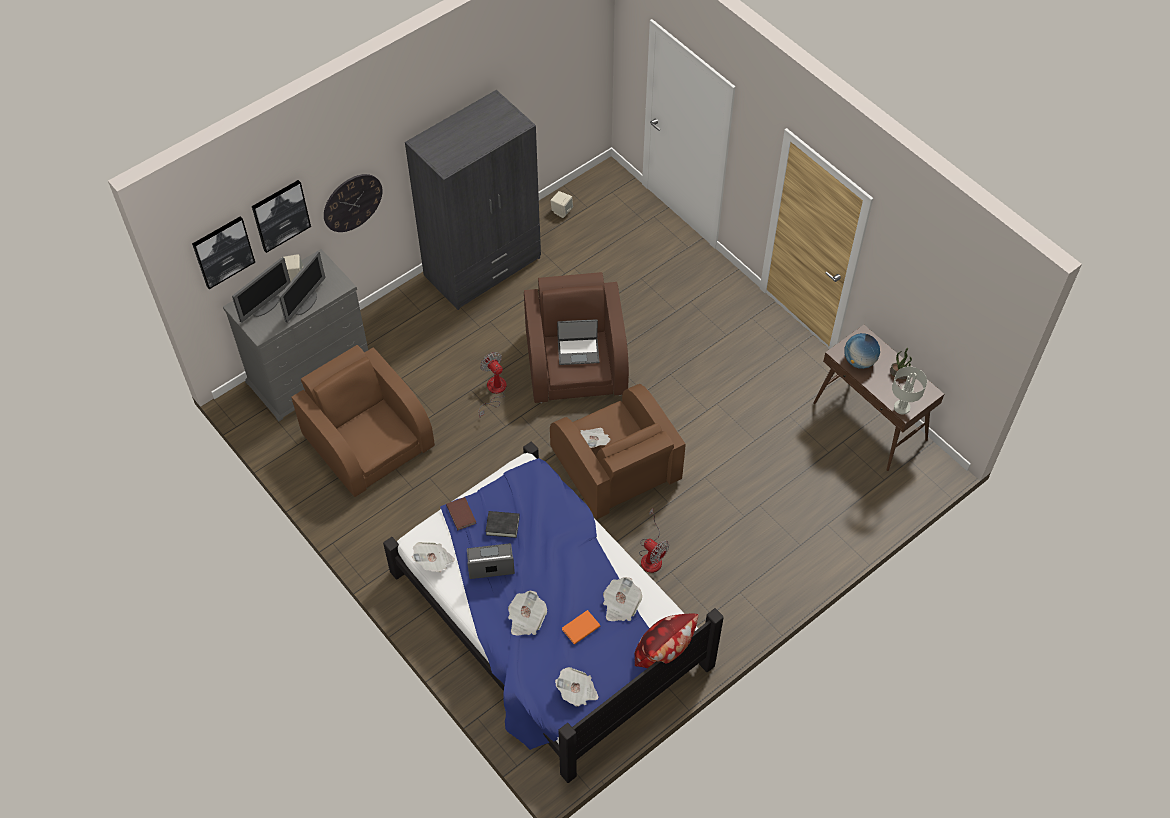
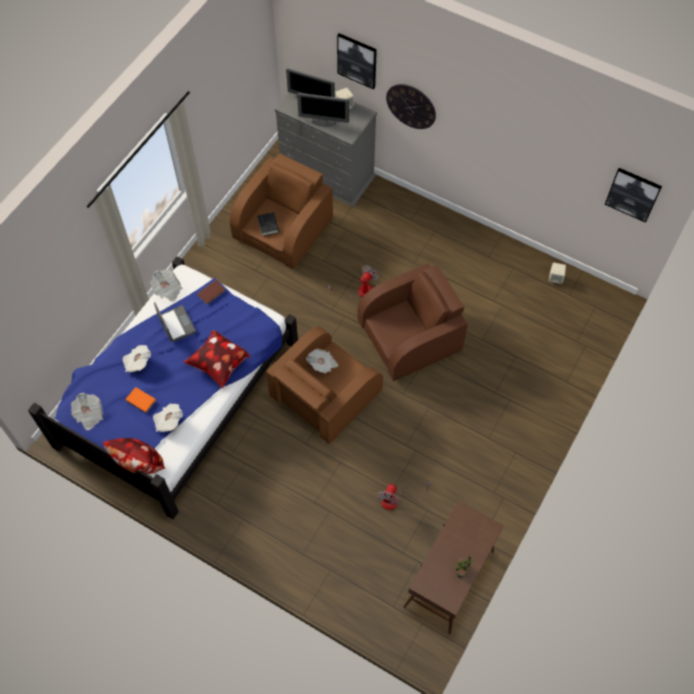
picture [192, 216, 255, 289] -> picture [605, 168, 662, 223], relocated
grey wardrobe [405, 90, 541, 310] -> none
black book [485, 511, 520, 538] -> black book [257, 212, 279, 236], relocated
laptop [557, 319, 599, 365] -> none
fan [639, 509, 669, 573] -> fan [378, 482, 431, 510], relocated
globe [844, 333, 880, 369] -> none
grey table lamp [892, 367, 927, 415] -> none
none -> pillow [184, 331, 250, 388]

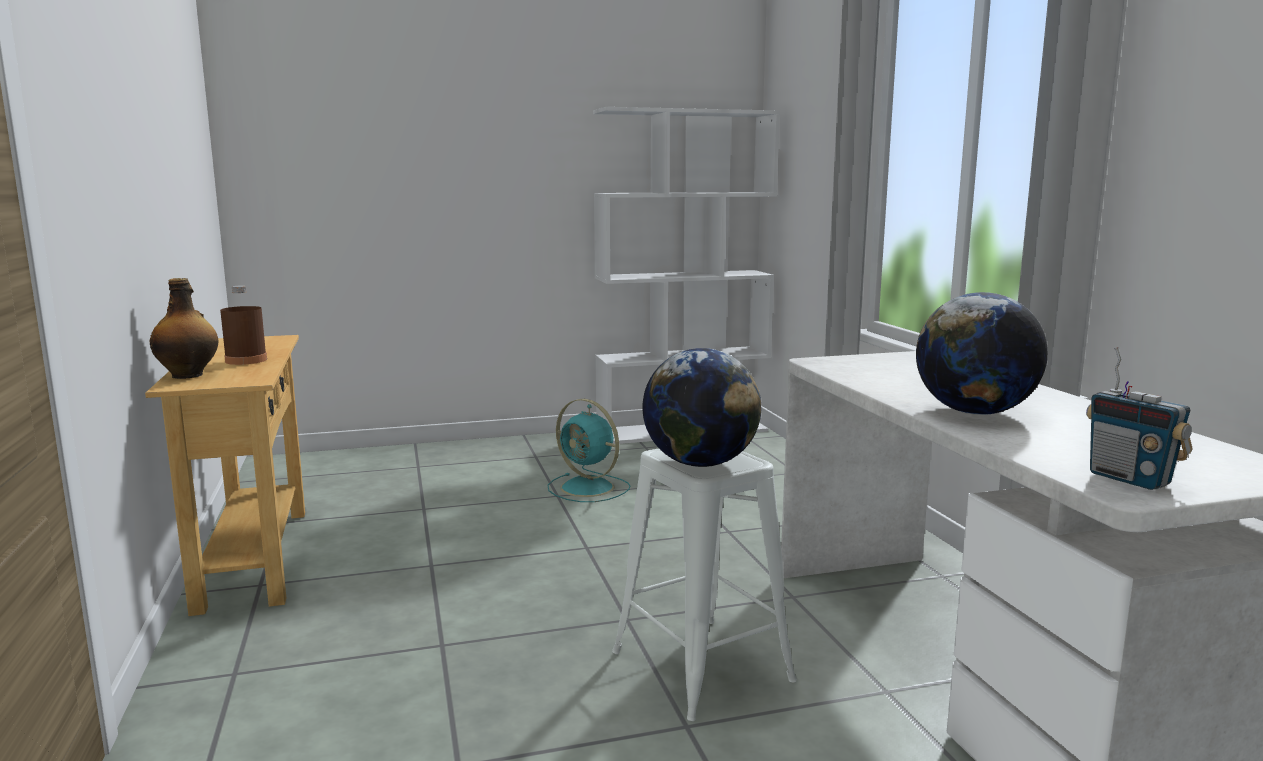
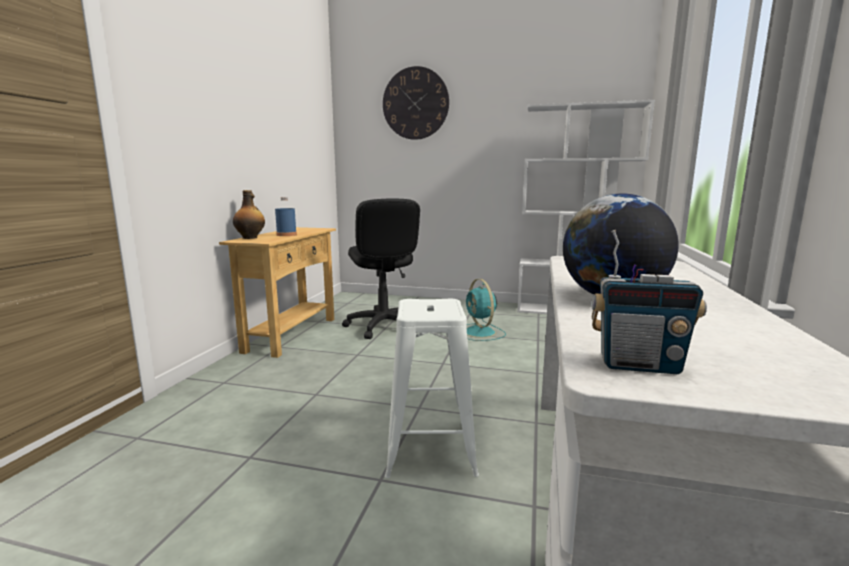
brown bottle [220, 286, 267, 365] -> blue bottle [275, 197, 297, 236]
globe [642, 348, 761, 467] -> none
radio [1086, 347, 1192, 490] -> radio [592, 230, 707, 374], 75 degrees counterclockwise
none -> black office chair [342, 198, 420, 339]
none -> wall clock [383, 66, 449, 140]

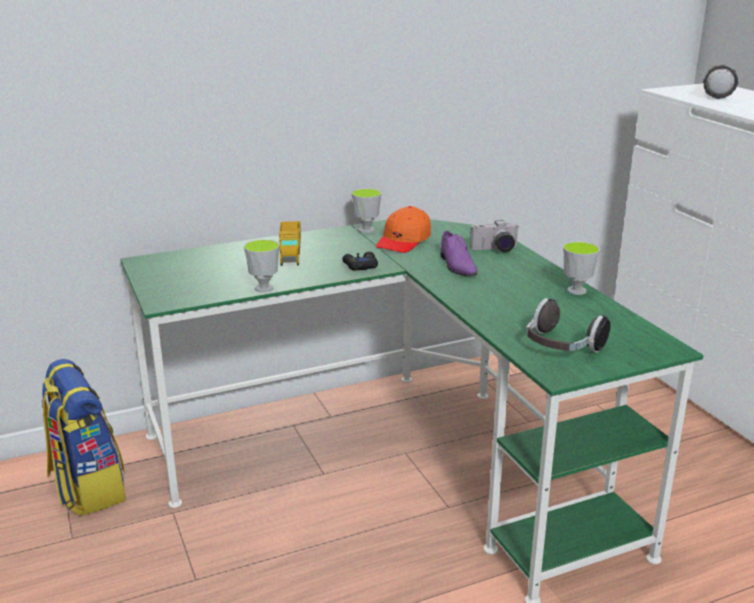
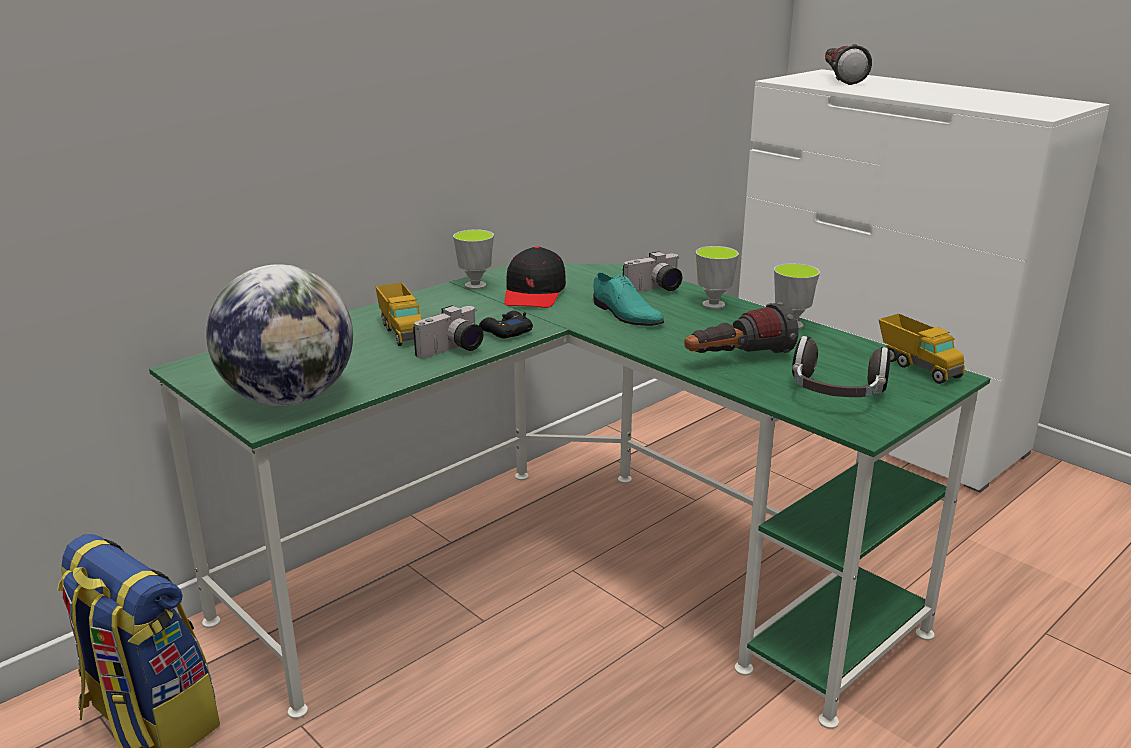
cup [244, 239, 279, 292] -> cup [696, 246, 739, 309], relocated
orange cap [376, 206, 431, 253] -> black cap [505, 246, 566, 308]
purple shoe [440, 231, 477, 276] -> turquoise shoe [593, 272, 664, 326]
none -> globe [206, 264, 353, 406]
none -> photo camera [413, 305, 483, 359]
none -> flashlight [684, 301, 798, 353]
none -> toy truck [878, 314, 965, 384]

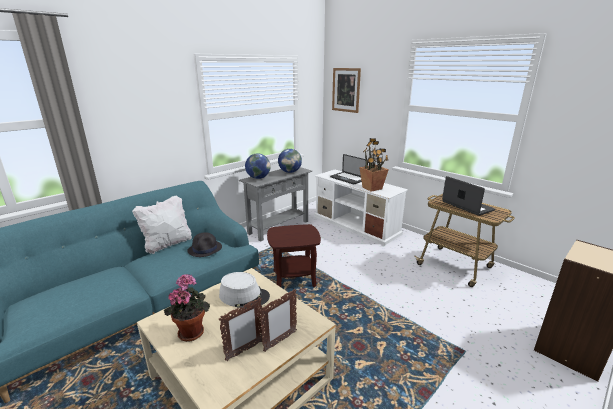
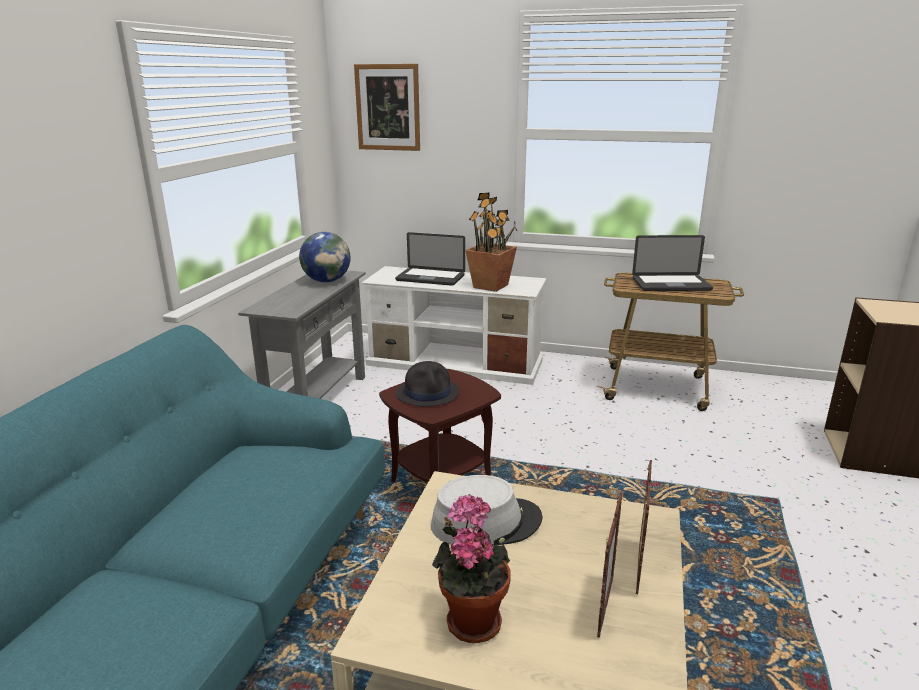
white pillow [132, 196, 192, 254] -> none
black hat [187, 232, 222, 257] -> black hat [396, 361, 460, 407], relocated
globe [245, 153, 271, 179] -> none
laptop [442, 176, 495, 216] -> laptop [632, 235, 713, 291], 150 degrees clockwise

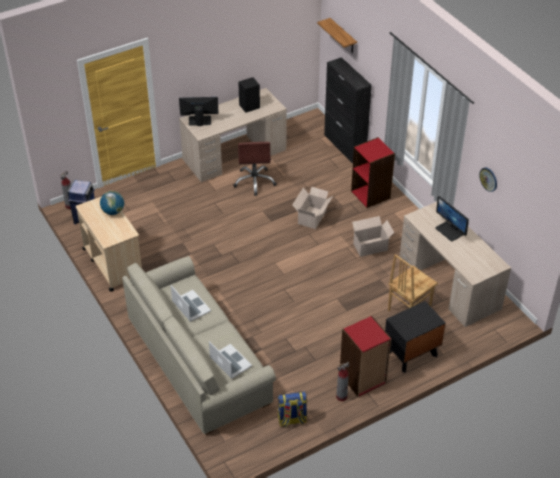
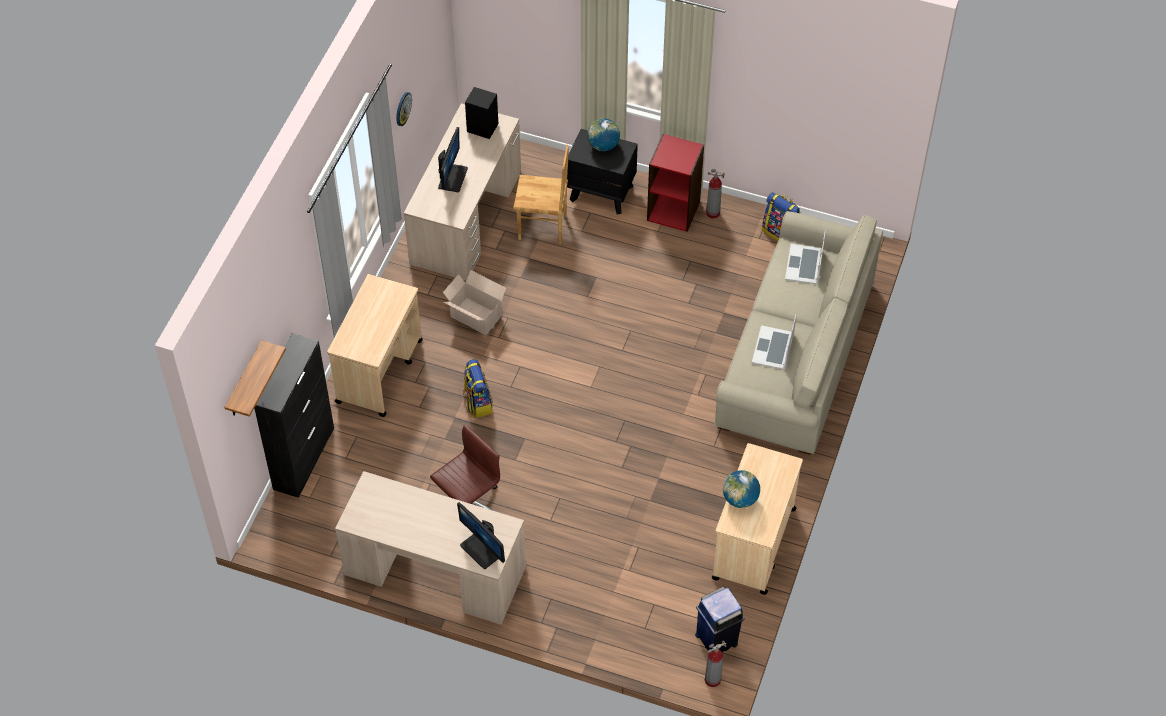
black speaker [238, 77, 260, 113] -> black speaker [465, 87, 498, 139], relocated
cardboard box [292, 187, 333, 229] -> backpack [463, 359, 493, 418]
red bookcase [351, 137, 395, 208] -> beige cart [327, 274, 423, 417]
none -> globe [587, 118, 620, 151]

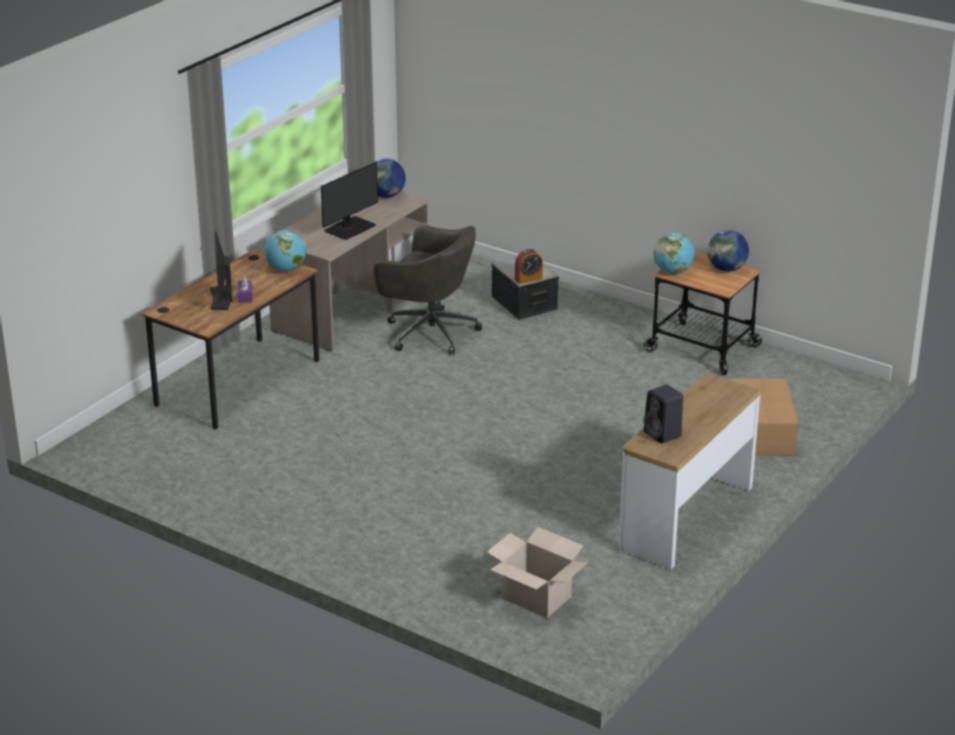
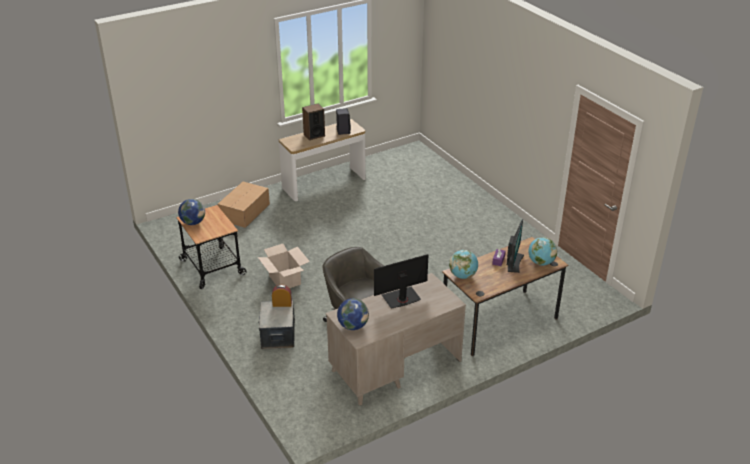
cardboard box [487, 527, 588, 618] -> cardboard box [258, 244, 310, 288], relocated
globe [654, 233, 695, 274] -> globe [528, 237, 557, 266], relocated
none -> speaker [302, 104, 325, 140]

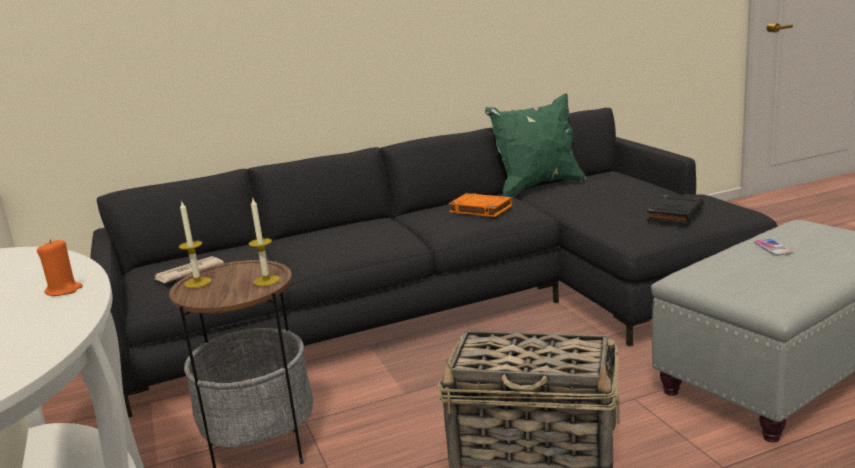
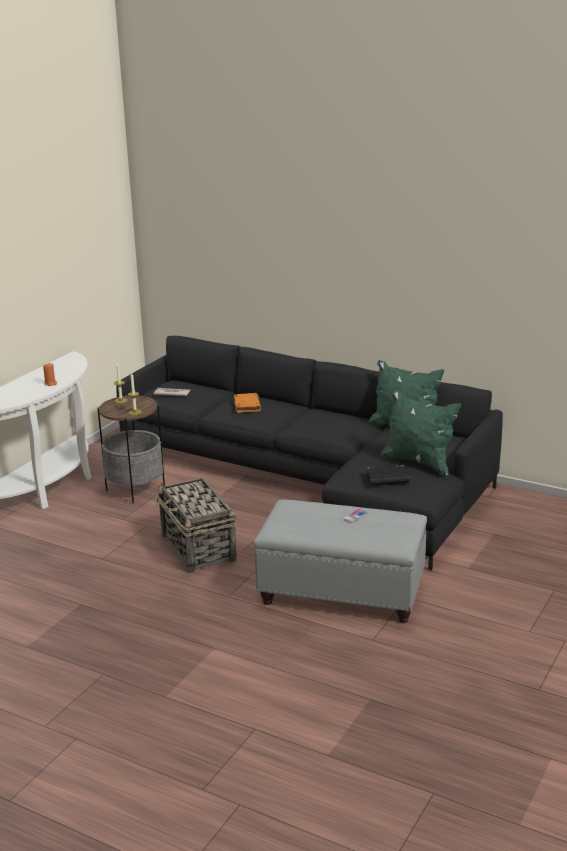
orange book [449, 193, 512, 217] -> orange book [234, 393, 261, 413], relocated
none -> green pillow [380, 389, 461, 476]

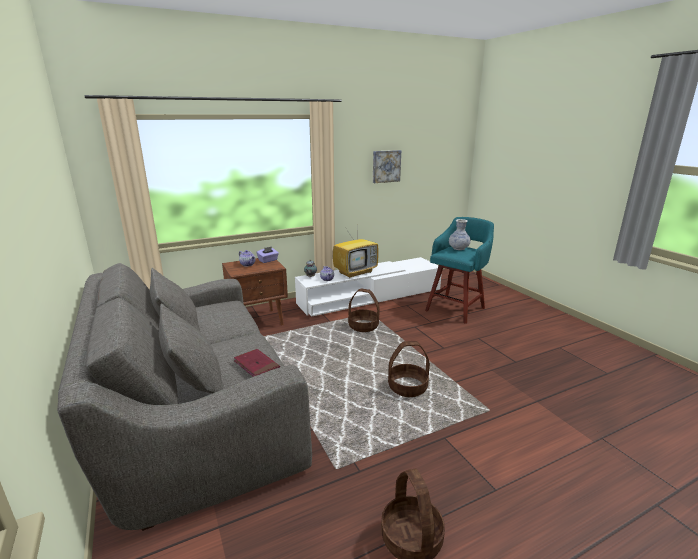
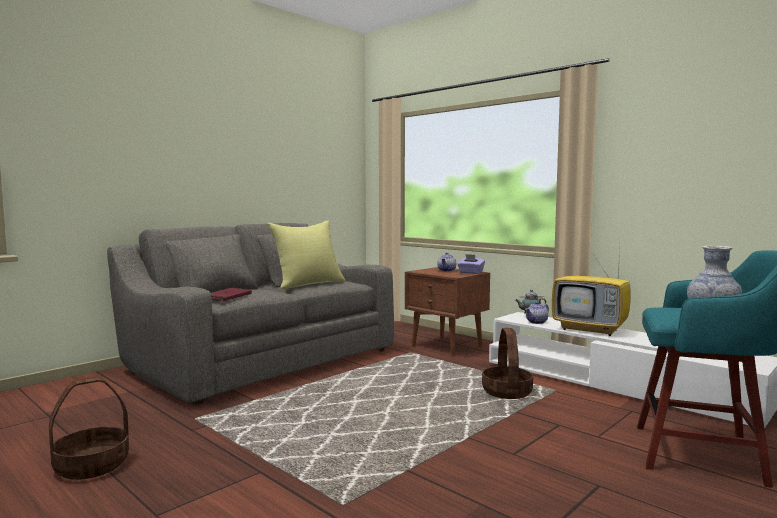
picture [373, 150, 401, 183] -> none
basket [388, 341, 430, 397] -> none
none -> yellow pillow [267, 220, 345, 289]

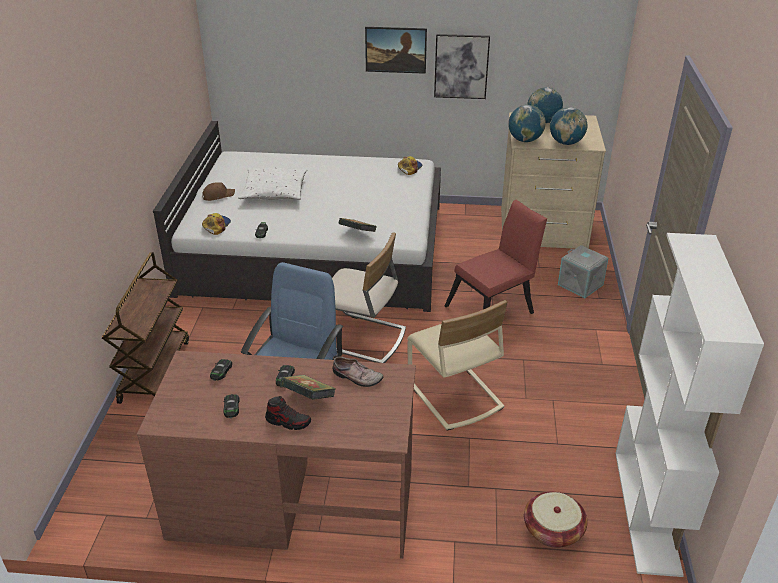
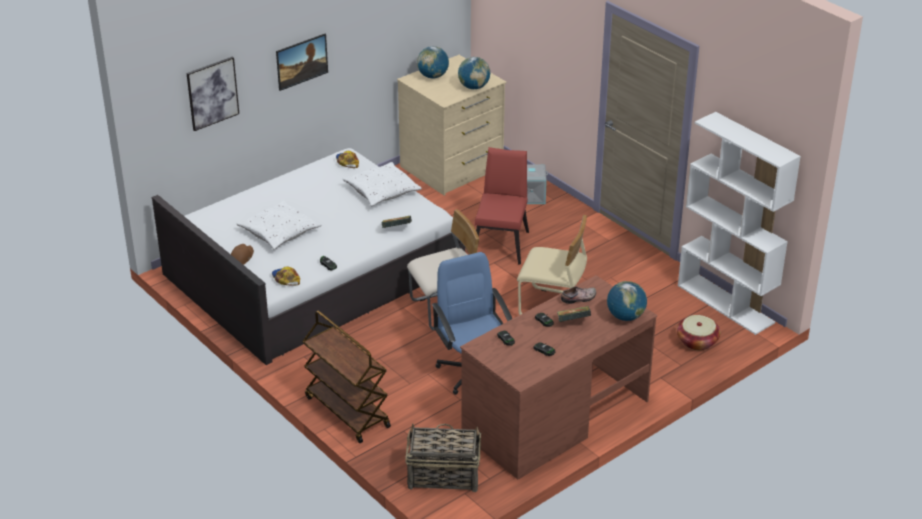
shoe [265, 396, 311, 430] -> none
picture [434, 34, 490, 99] -> picture [186, 57, 239, 131], relocated
globe [508, 105, 546, 142] -> globe [607, 281, 647, 321], relocated
none -> white pillow [343, 162, 422, 206]
none -> basket [405, 423, 481, 492]

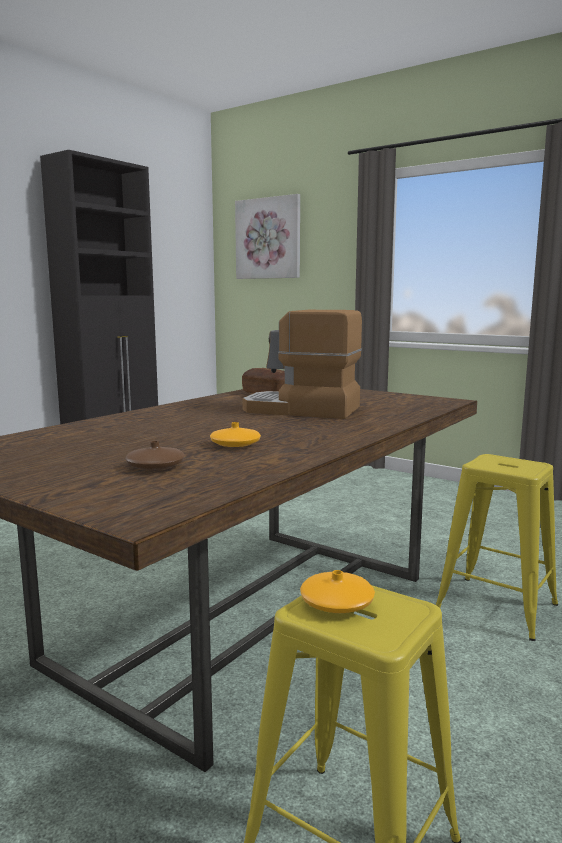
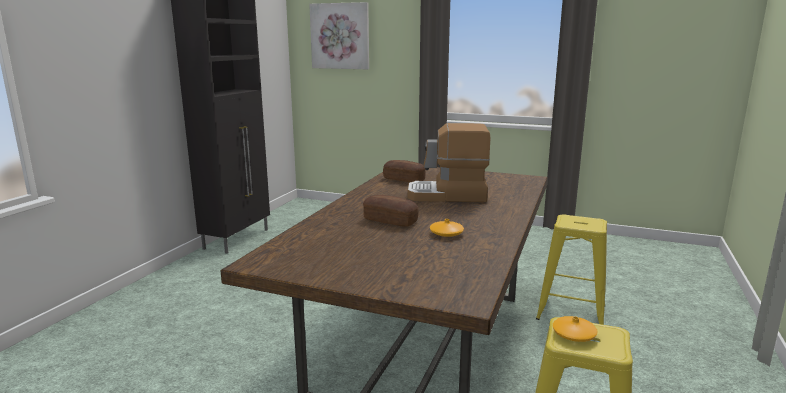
brown vase [126, 441, 185, 470] -> none
none -> bread [363, 195, 419, 227]

